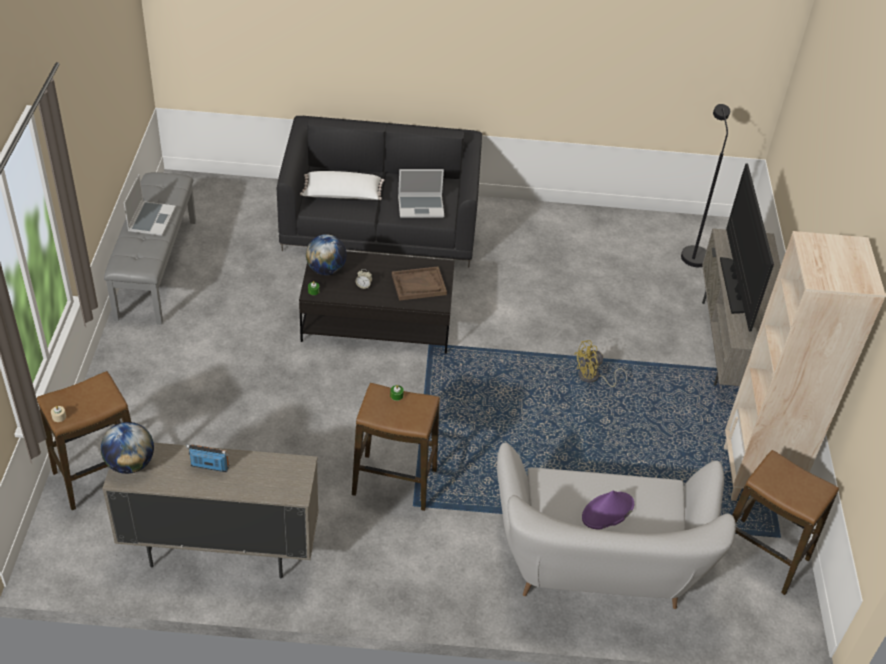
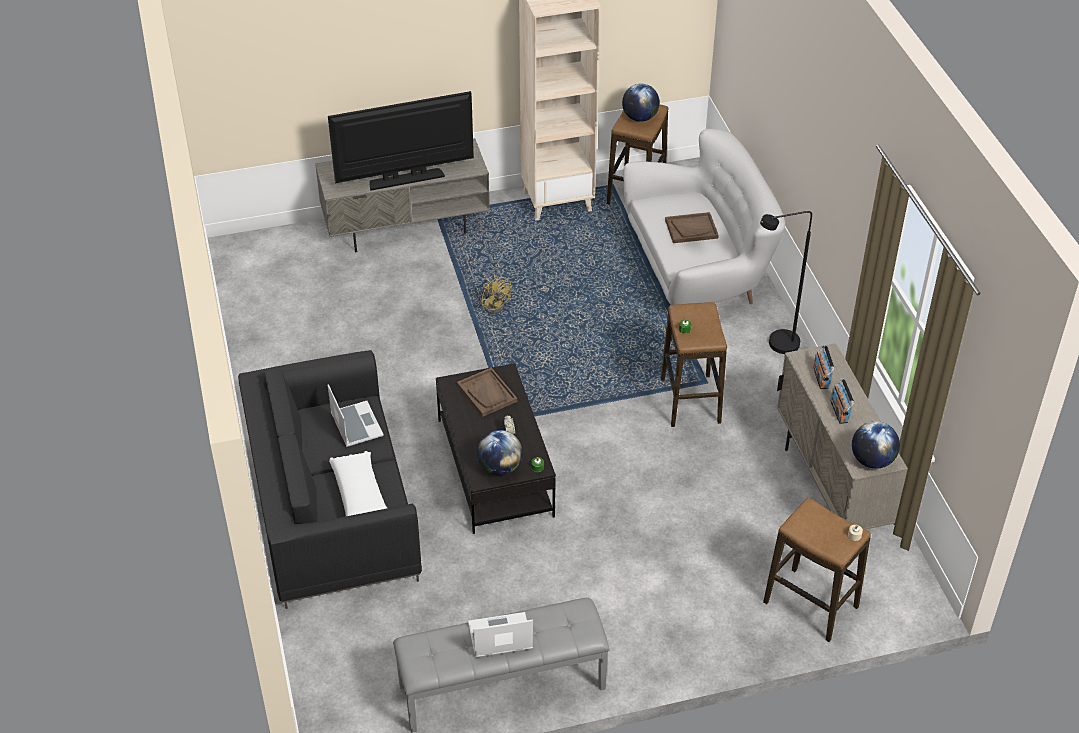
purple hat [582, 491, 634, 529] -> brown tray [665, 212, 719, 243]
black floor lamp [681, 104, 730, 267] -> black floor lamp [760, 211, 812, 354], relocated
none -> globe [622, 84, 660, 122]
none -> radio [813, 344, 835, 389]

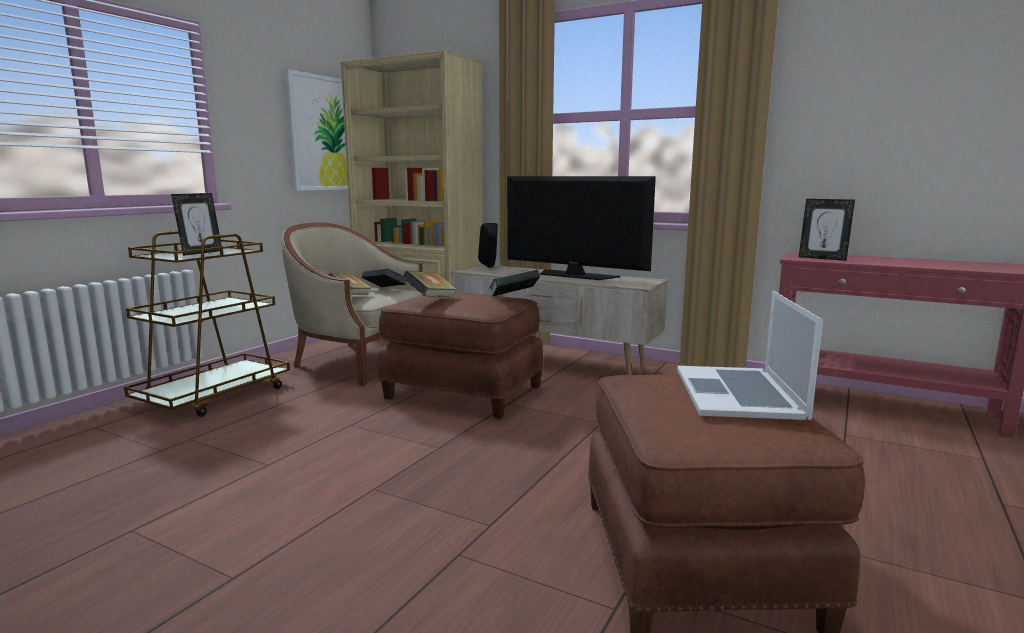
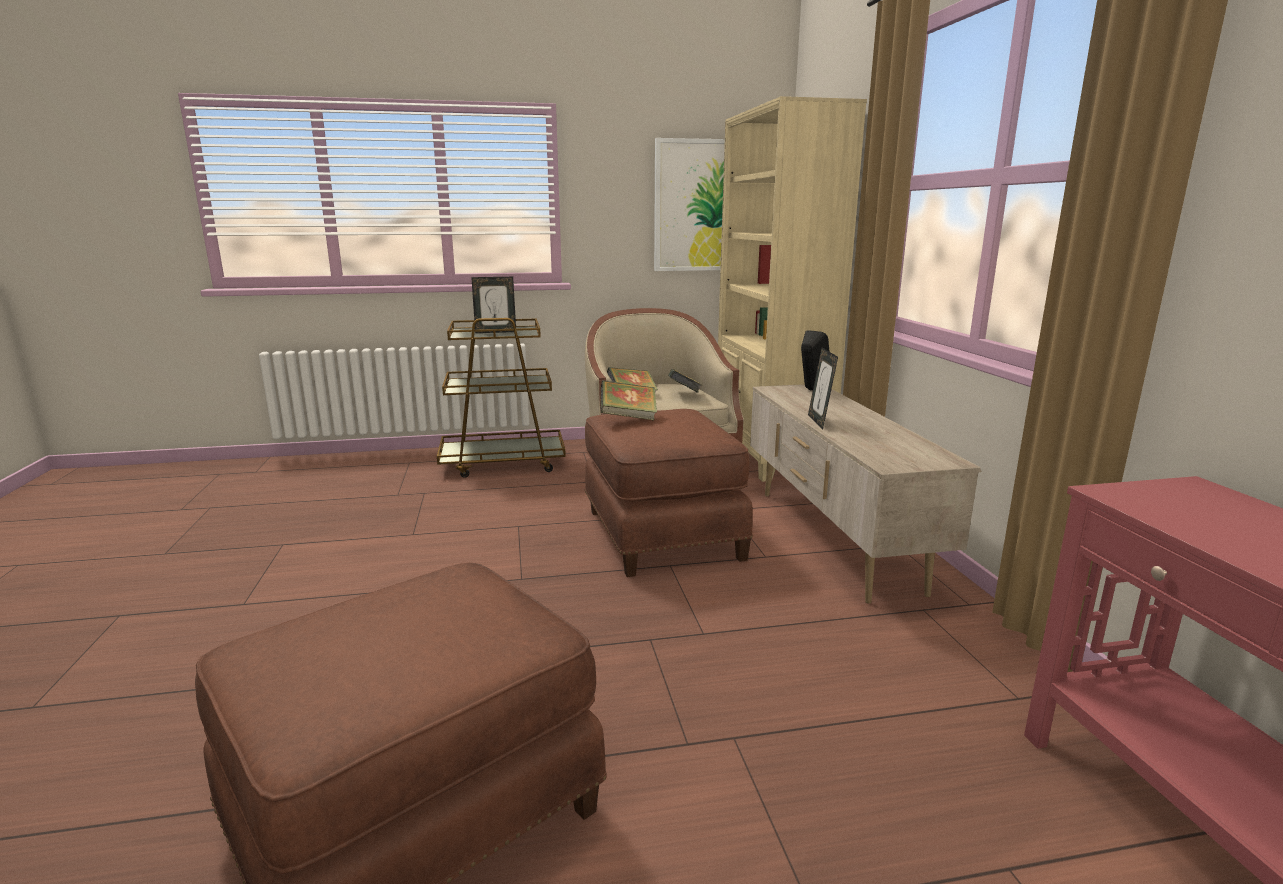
book [490, 269, 540, 297] -> none
television [507, 176, 656, 280] -> none
laptop [677, 291, 823, 420] -> none
picture frame [799, 199, 855, 261] -> picture frame [808, 347, 838, 429], relocated

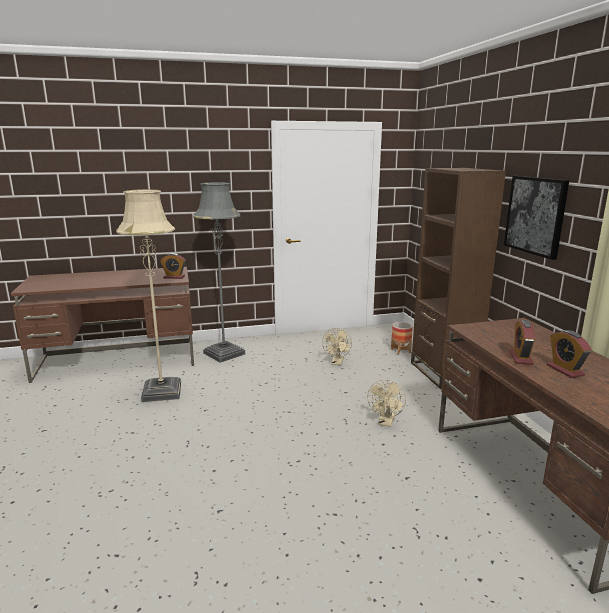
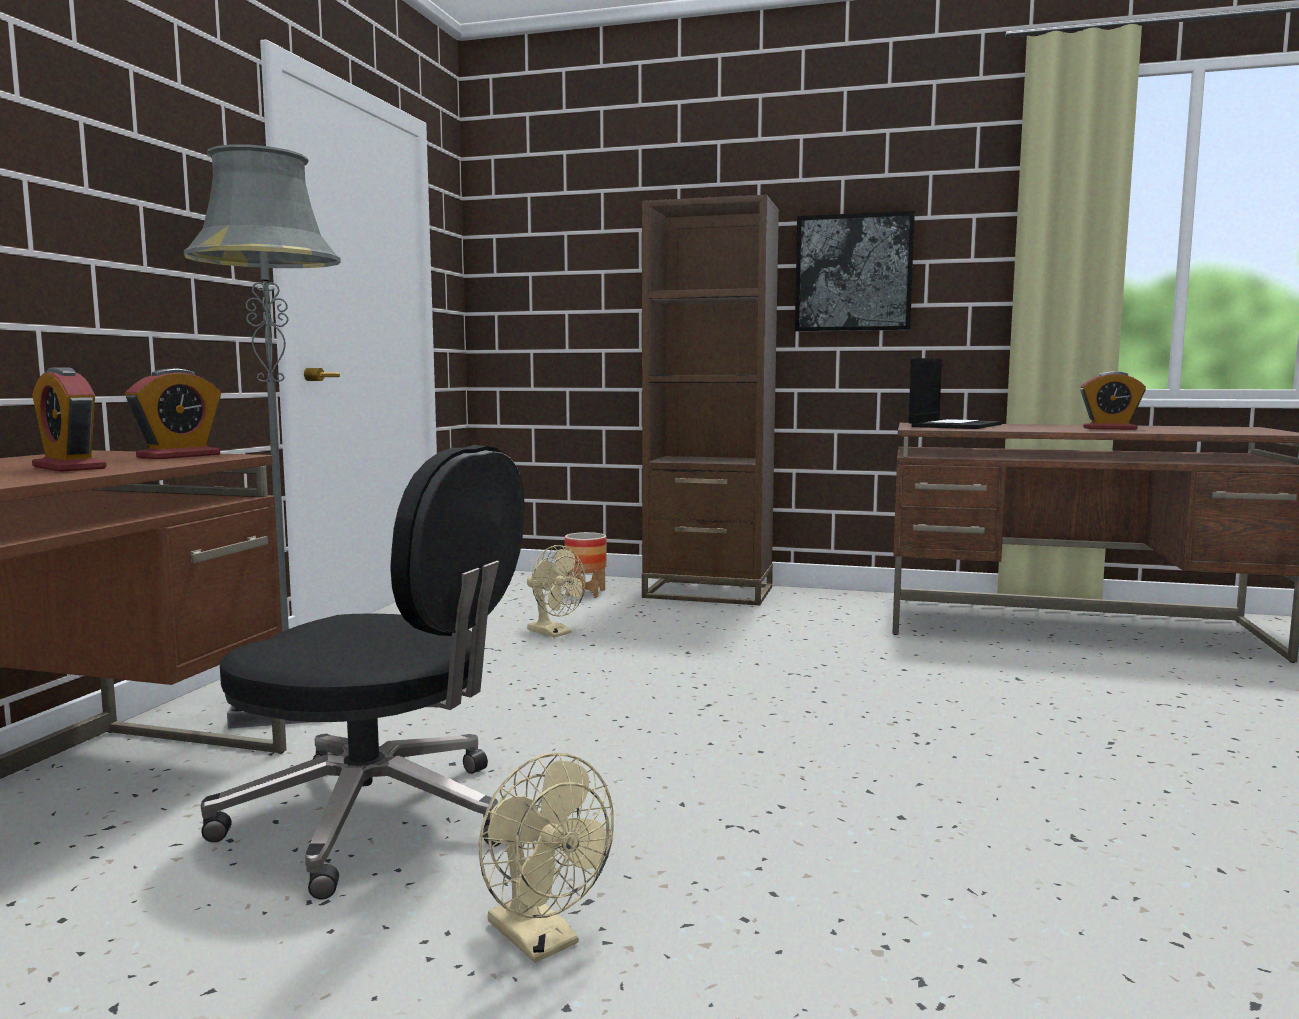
beige floor lamp [116, 189, 181, 402] -> black office chair [201, 445, 525, 900]
beige fan [367, 380, 406, 427] -> beige fan [478, 753, 614, 963], relocated
alarm clock [509, 320, 535, 365] -> alarm clock [32, 367, 107, 472], relocated
none -> laptop [909, 358, 1002, 429]

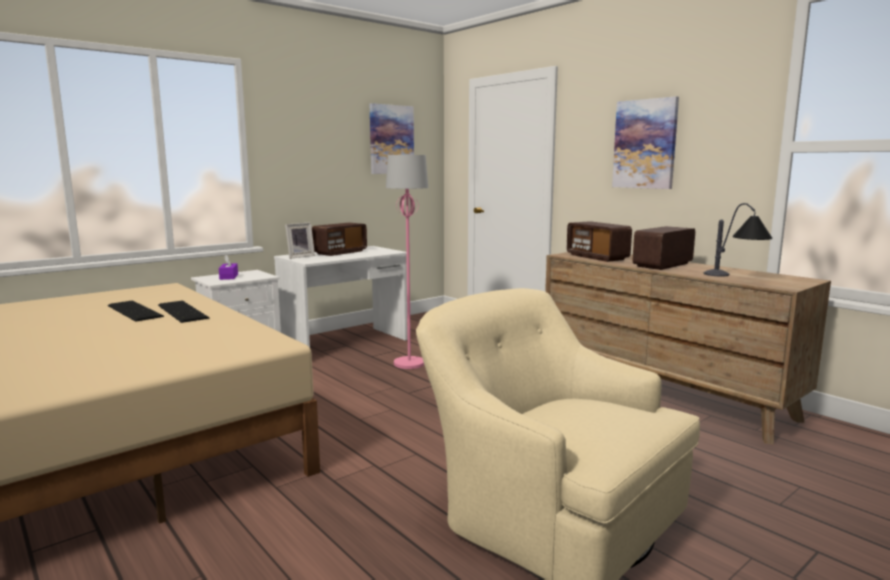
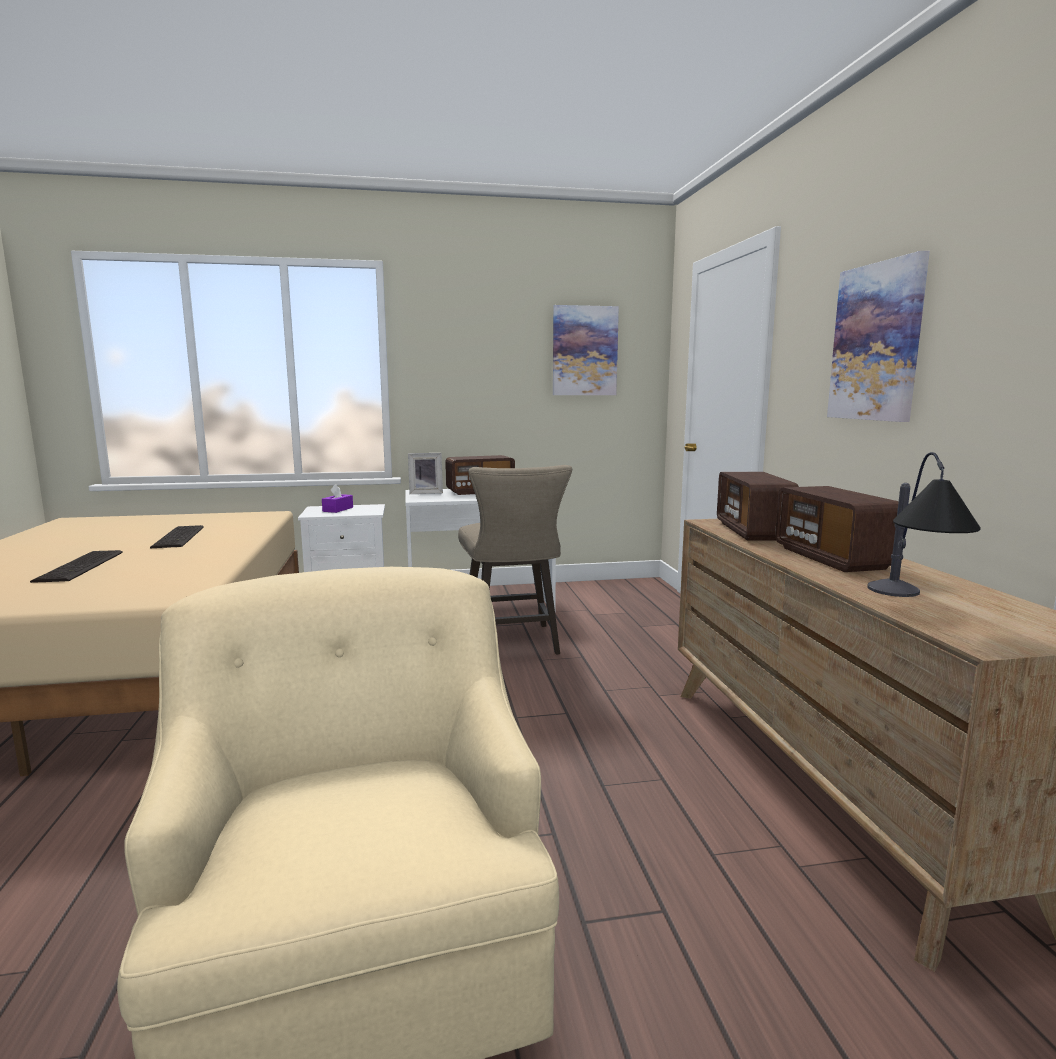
keyboard [158, 301, 210, 323] -> keyboard [30, 550, 123, 583], relocated
pink floor lamp [386, 155, 428, 369] -> beige stool [458, 465, 572, 654]
radio [633, 226, 695, 270] -> radio [775, 486, 899, 572], 90 degrees counterclockwise

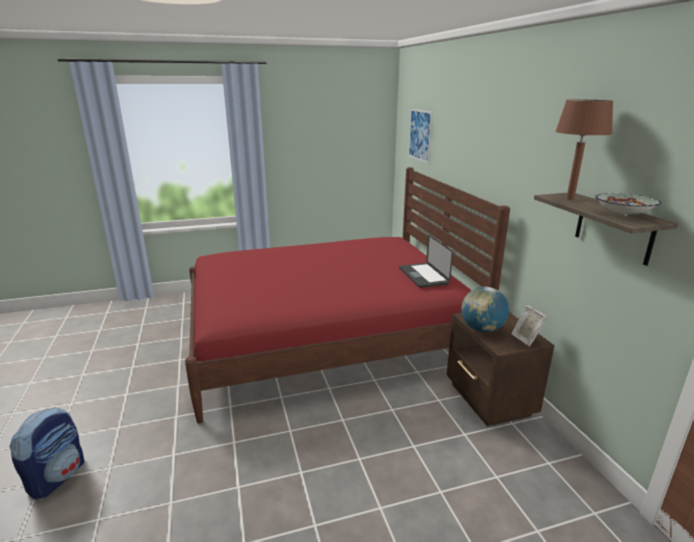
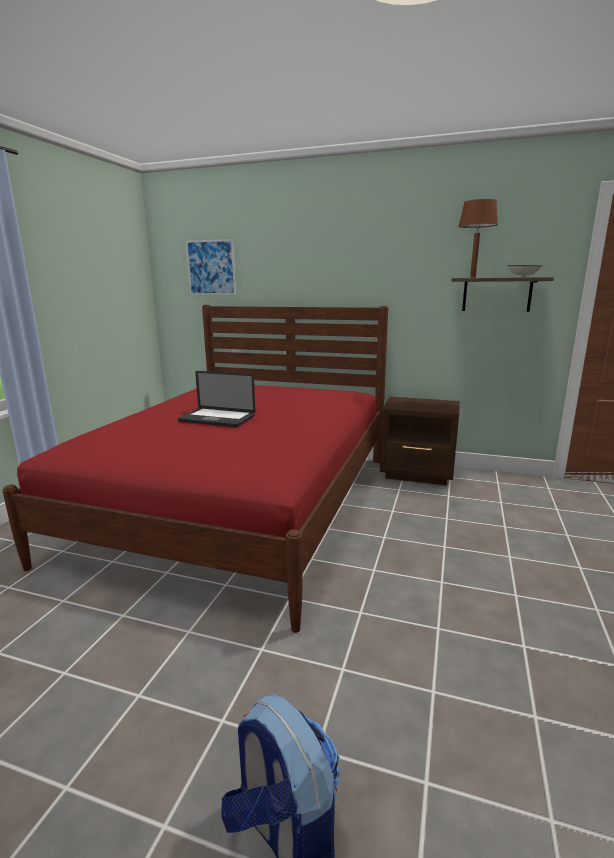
laptop [399, 235, 453, 288] -> laptop [178, 371, 255, 427], relocated
globe [462, 287, 509, 333] -> none
picture frame [512, 305, 548, 347] -> none

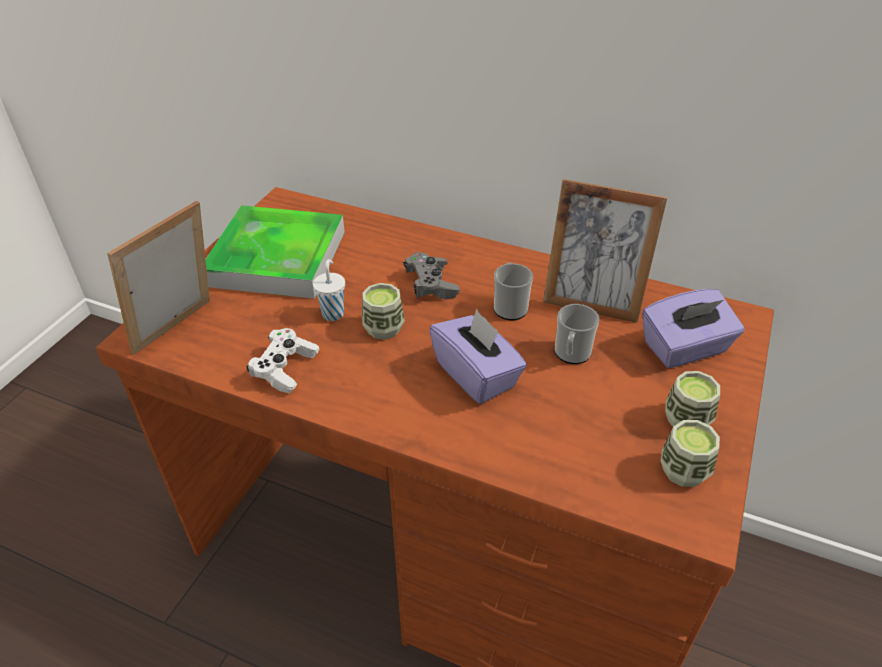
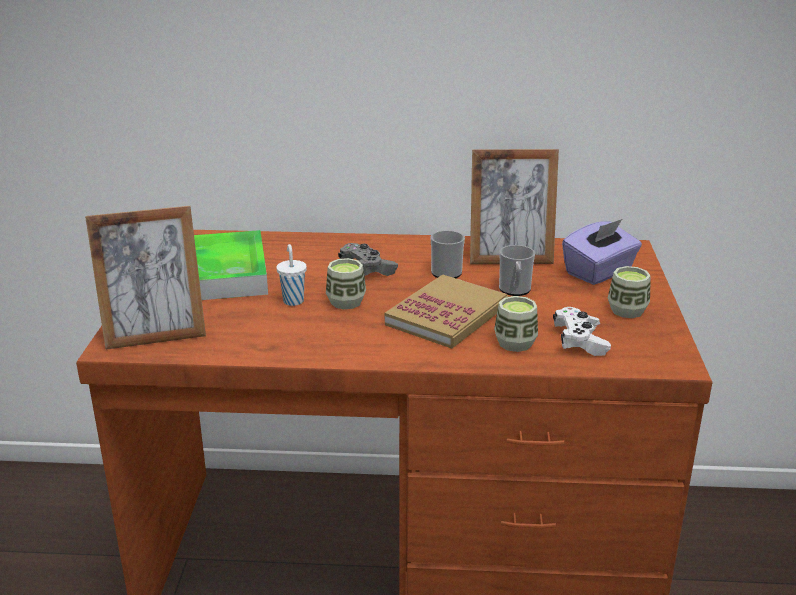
picture frame [107, 201, 210, 355] -> picture frame [85, 206, 206, 350], 120 degrees counterclockwise
white game controller [246, 328, 319, 394] -> white game controller [553, 307, 611, 356], relocated
purple tissue box [429, 309, 527, 404] -> book [385, 274, 509, 349]
cup [661, 420, 720, 487] -> cup [494, 296, 538, 352], relocated

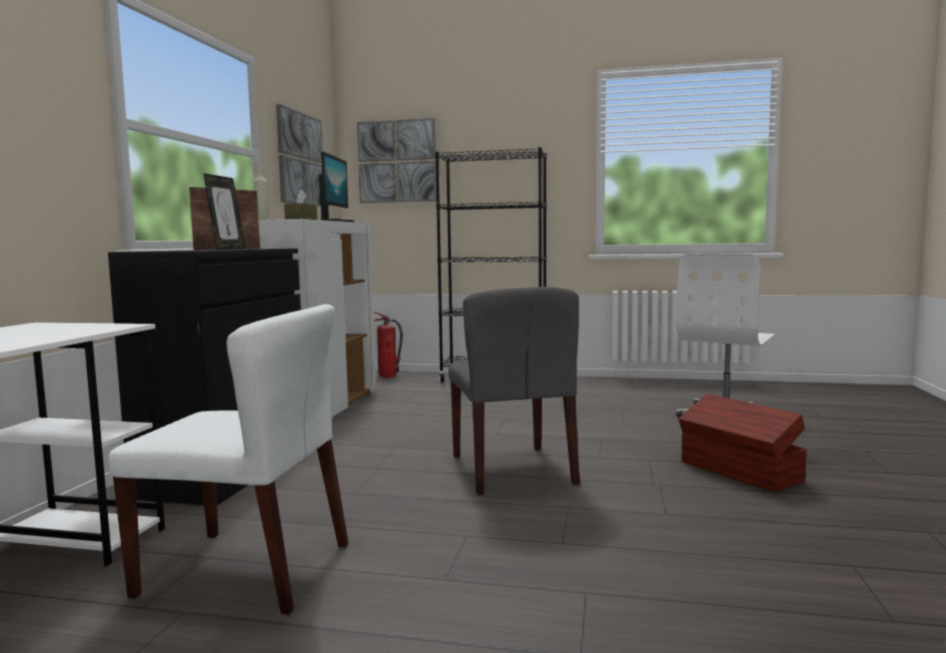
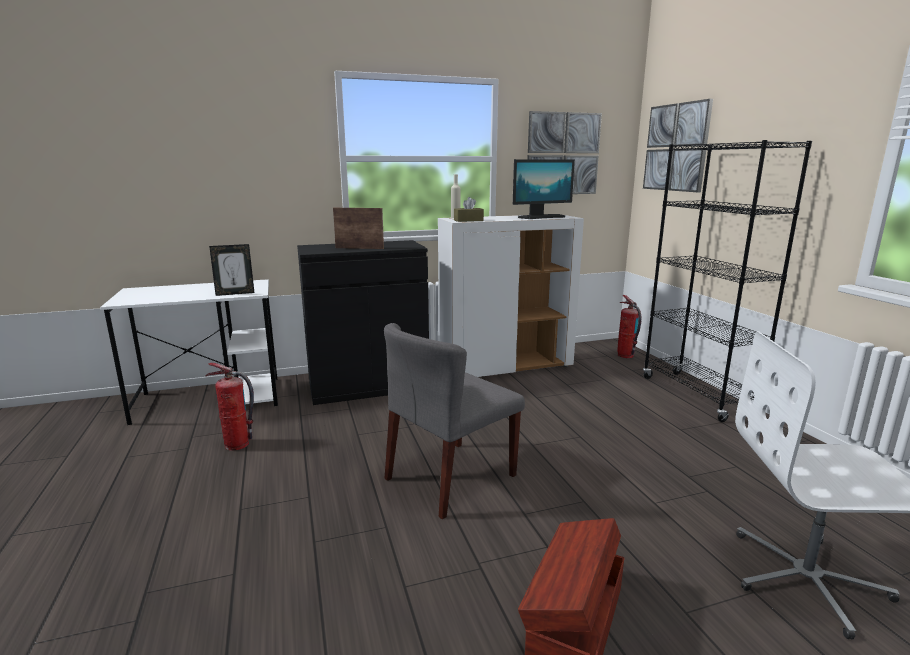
white chair [108, 304, 348, 615] -> fire extinguisher [205, 363, 254, 451]
picture frame [203, 173, 245, 250] -> picture frame [209, 244, 254, 296], relocated

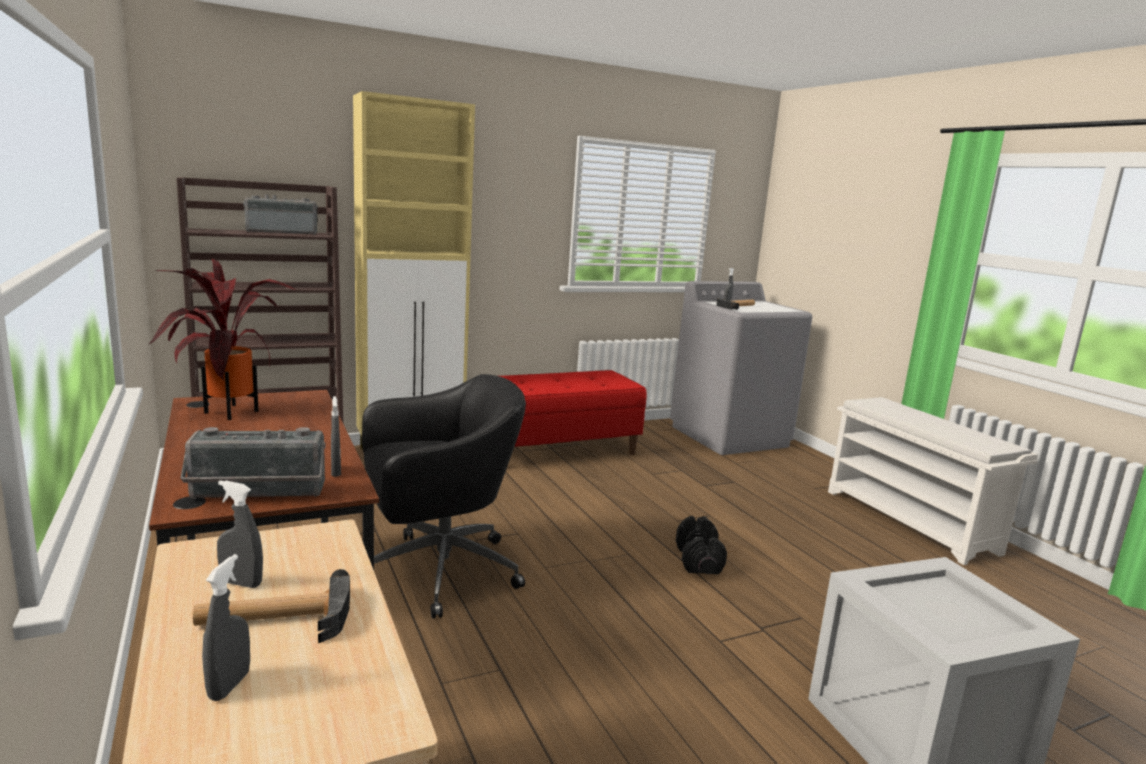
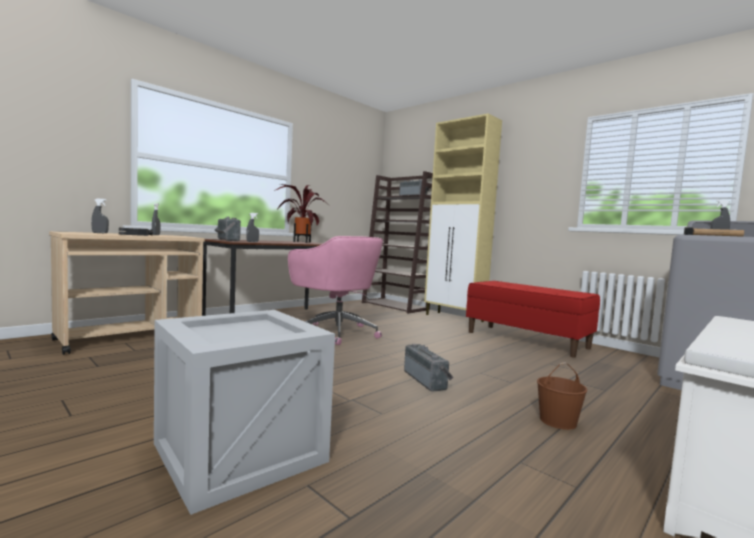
black office chair [362, 374, 526, 619] -> pink office chair [288, 236, 383, 345]
black dumbbell [676, 516, 727, 574] -> radio [404, 344, 453, 392]
none -> brown bucket [537, 362, 587, 430]

